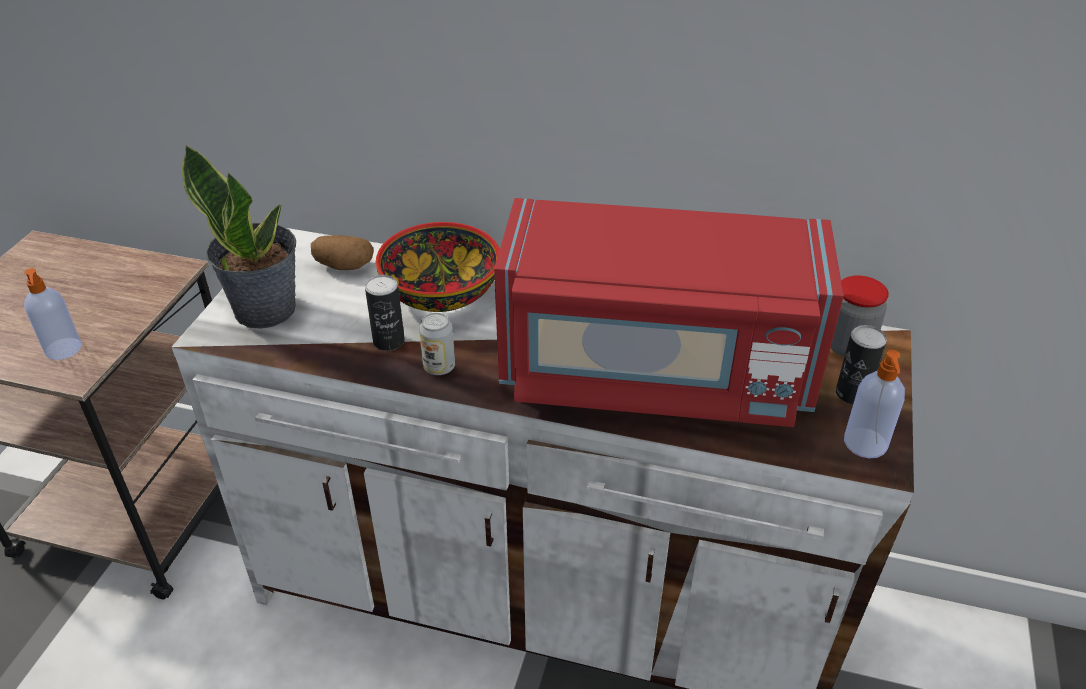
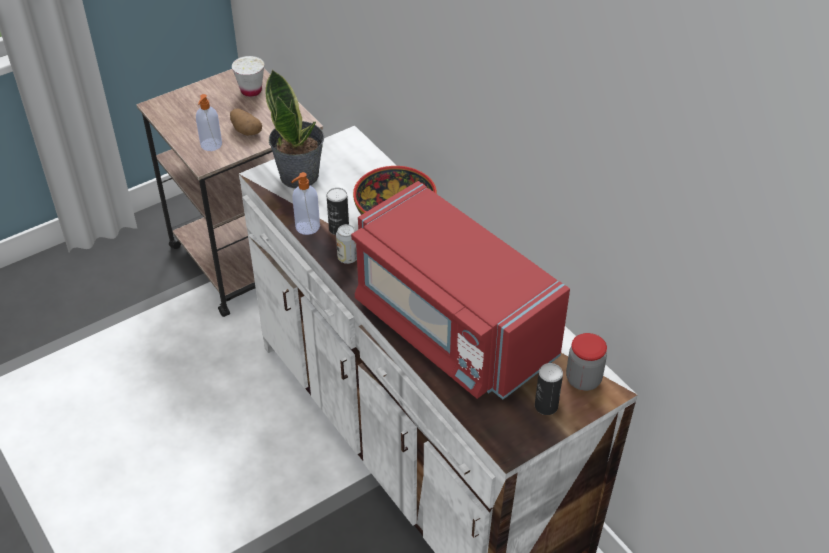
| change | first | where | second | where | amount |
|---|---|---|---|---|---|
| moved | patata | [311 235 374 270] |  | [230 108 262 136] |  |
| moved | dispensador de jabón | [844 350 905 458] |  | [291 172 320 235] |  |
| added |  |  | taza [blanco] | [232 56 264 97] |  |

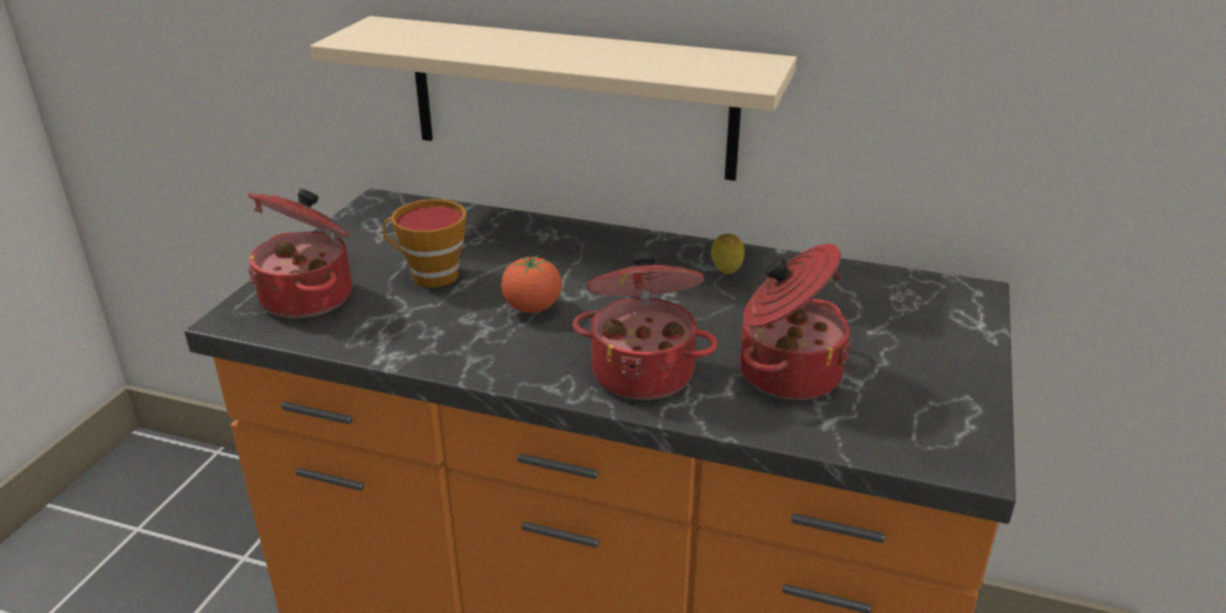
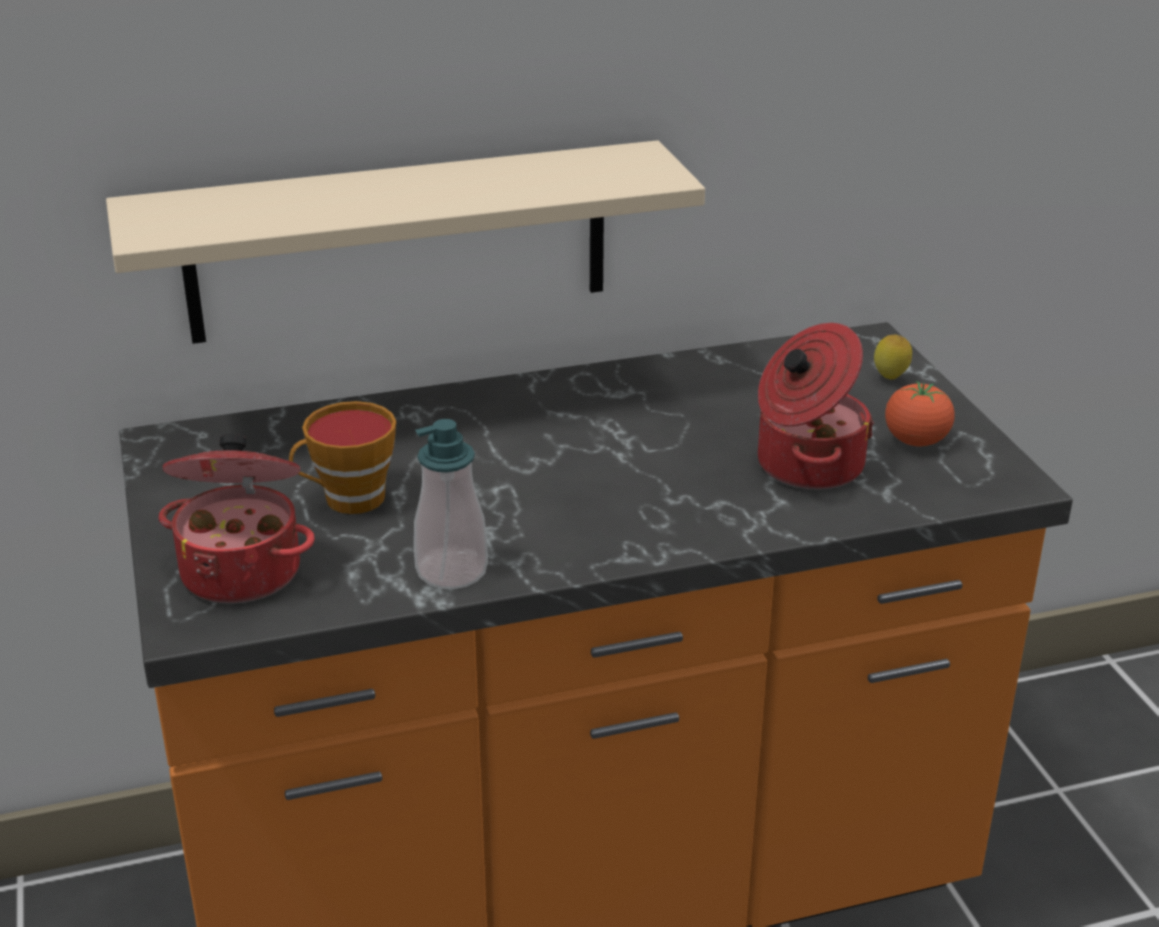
| change | first | where | second | where | amount |
|---|---|---|---|---|---|
| moved | tomate | [501 255 562 313] |  | [885 381 955 446] |  |
| removed | olla | [572 252 717 400] |  |  |  |
| moved | limón | [711 233 745 274] |  | [874 335 912 380] |  |
| added |  |  | dispensador de jabón | [414 419 488 589] |  |

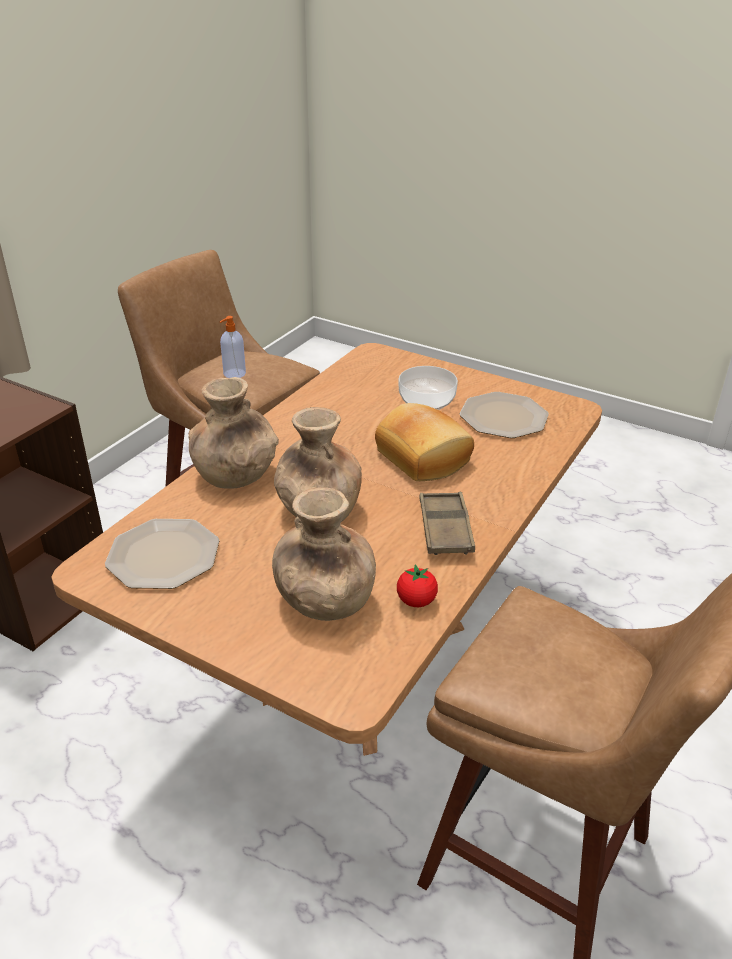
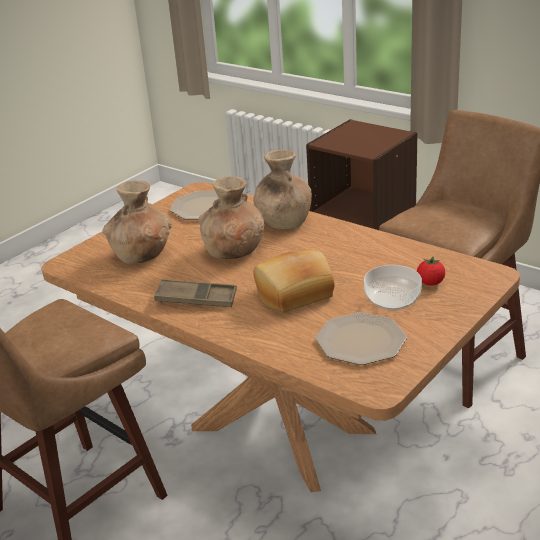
| change | first | where | second | where | amount |
|---|---|---|---|---|---|
| removed | dispensador de jabón | [220 316 246 378] |  |  |  |
| moved | tomate | [397 564 438 607] |  | [417 257 445 286] |  |

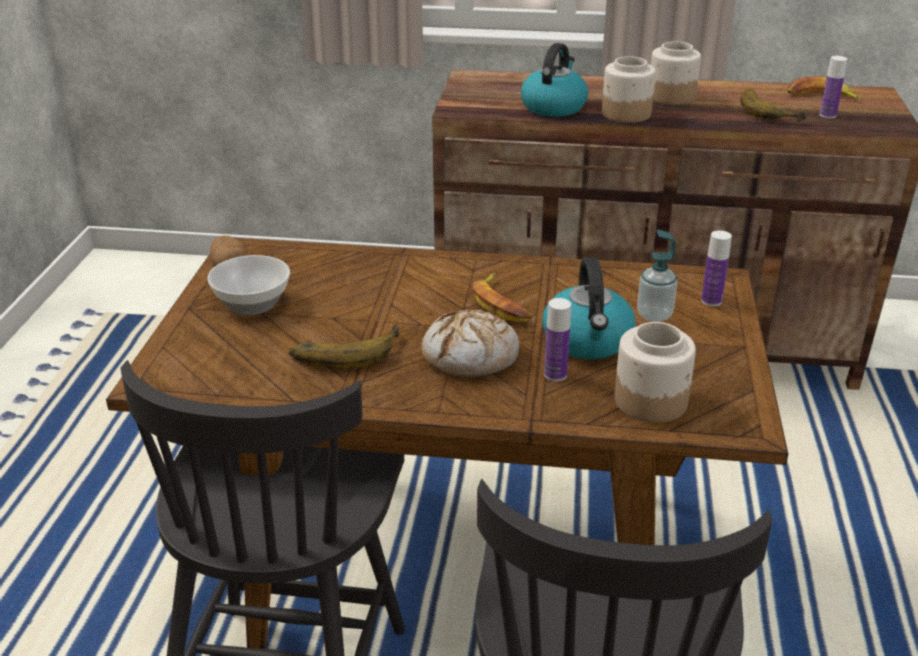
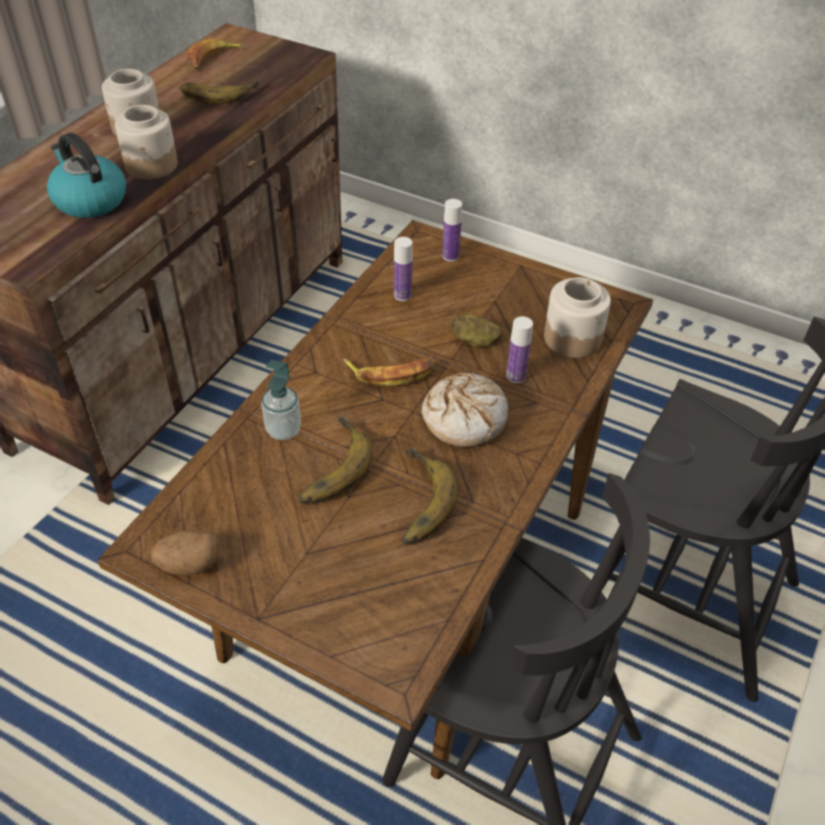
| change | first | where | second | where | amount |
|---|---|---|---|---|---|
| removed | cuenco | [207 255 290 315] |  |  |  |
| replaced | hervidor | [542 257 636 359] | patata | [451 313 502 347] |  |
| moved | dispensador de jabón | [637 230 677 322] |  | [261 360 301 440] |  |
| moved | botella | [820 56 847 119] |  | [394 237 413 301] |  |
| added |  |  | plátano | [299 417 373 503] |  |

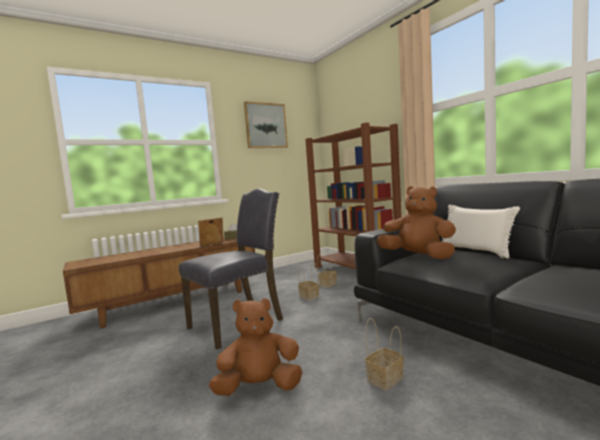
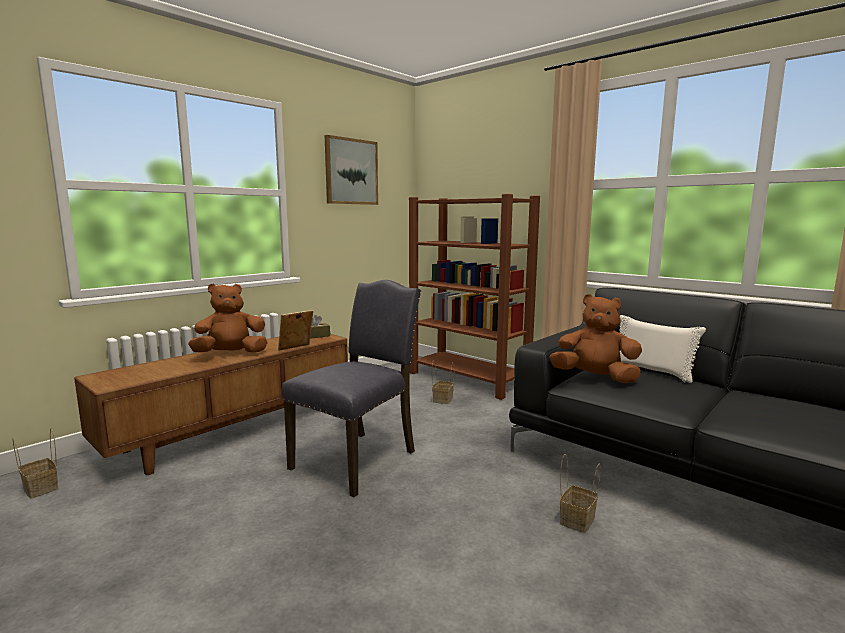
| change | first | where | second | where | amount |
|---|---|---|---|---|---|
| moved | peluche [marrón] | [209 298 303 396] |  | [188 284 268 353] |  |
| moved | cesta | [298 262 319 301] |  | [13 428 59 499] |  |

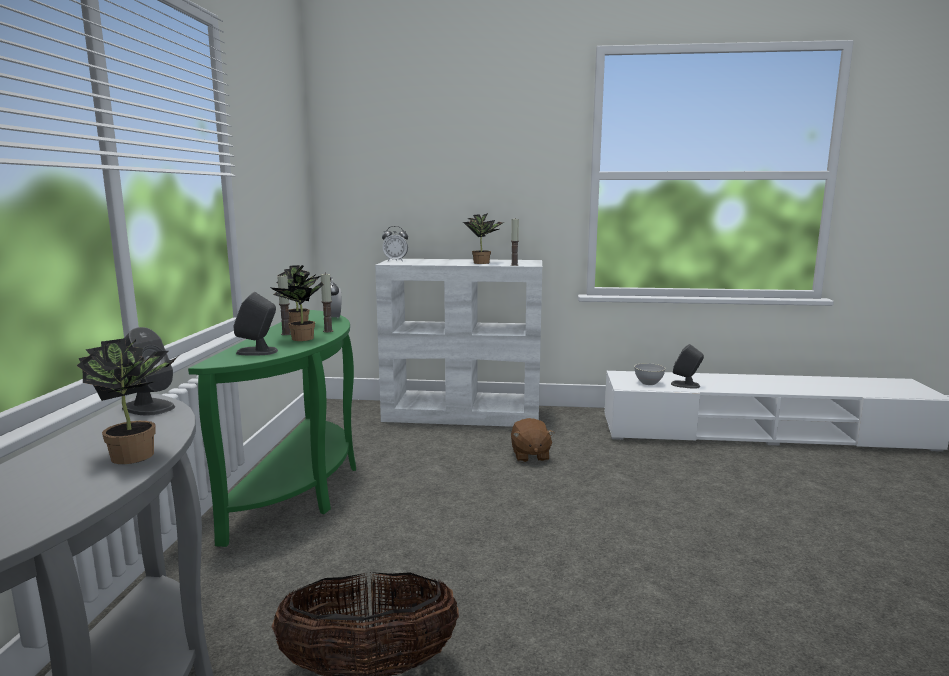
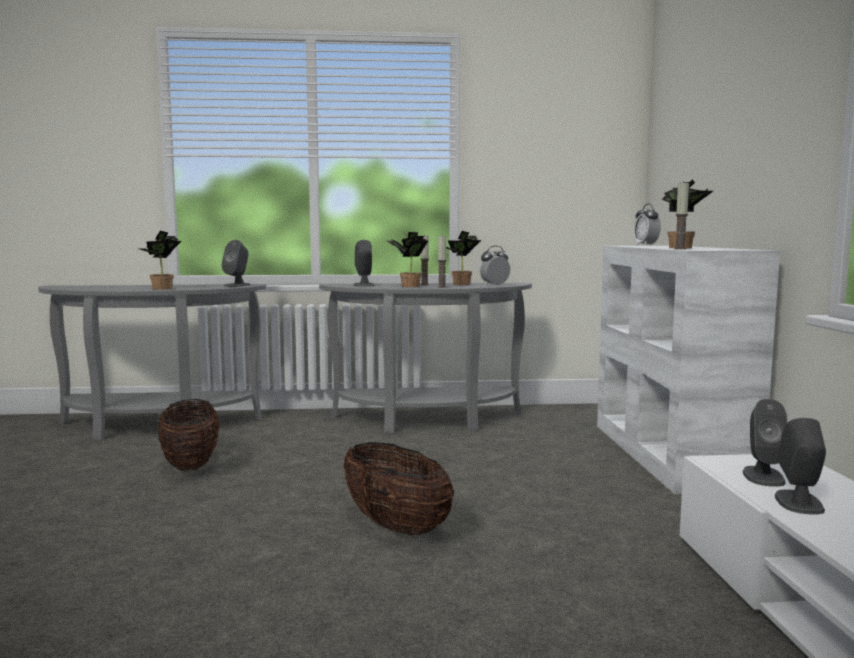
| change | first | where | second | where | amount |
|---|---|---|---|---|---|
| recoloured | mesa consola [verde] | [188 310 356 547] | mesa consola [gris] | [319 283 532 433] |  |
| removed | peluche [marrón] | [511 418 554 462] |  |  |  |
| replaced | cuenco [gris] | [634 363 665 385] | altavoz [gris] | [743 399 787 487] |  |
| added |  |  | cesta | [344 442 454 535] |  |

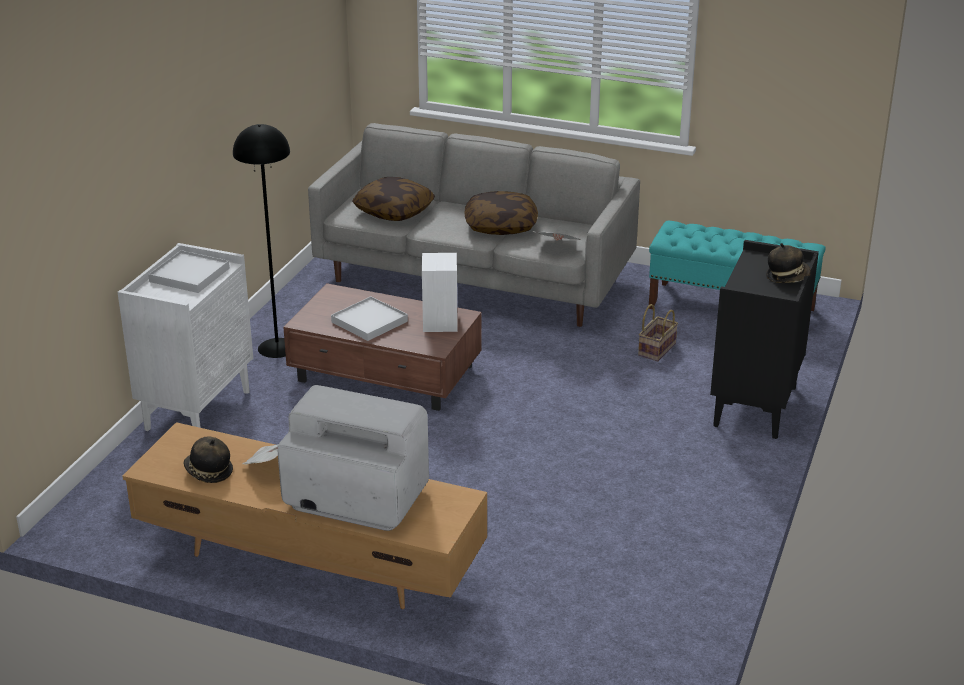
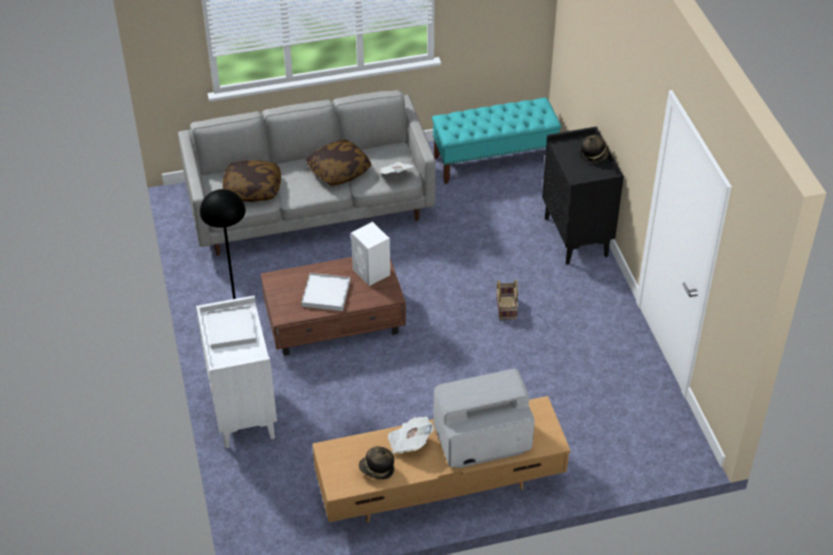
| change | first | where | second | where | amount |
|---|---|---|---|---|---|
| moved | cesta | [638 304 678 362] |  | [496 279 518 320] |  |

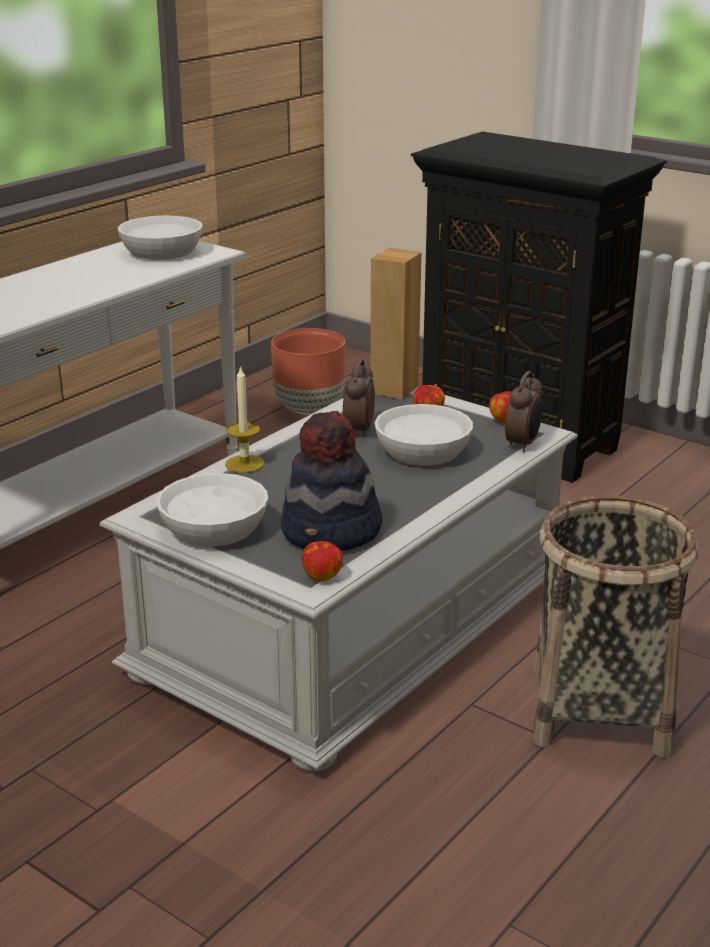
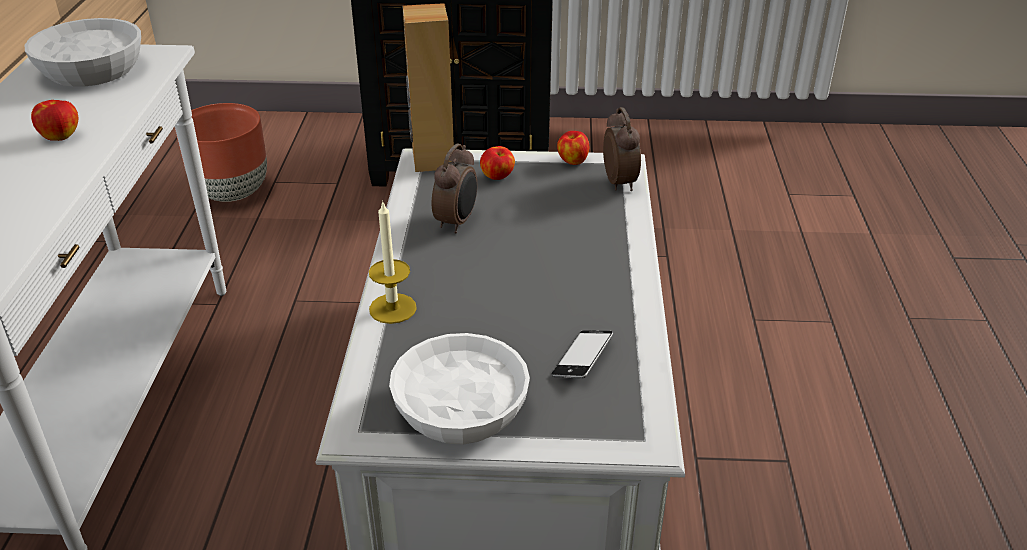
| change | first | where | second | where | amount |
|---|---|---|---|---|---|
| replaced | sombrero | [281 411 383 551] | móvil | [552 330 613 379] |  |
| moved | manzana | [302 541 343 581] |  | [31 100 78 141] |  |
| turned | despertador | [343 359 375 436] |  | [432 143 477 233] | 135 degrees counterclockwise |
| removed | cuenco [blanco] | [374 404 473 466] |  |  |  |
| removed | cesta | [532 495 698 758] |  |  |  |

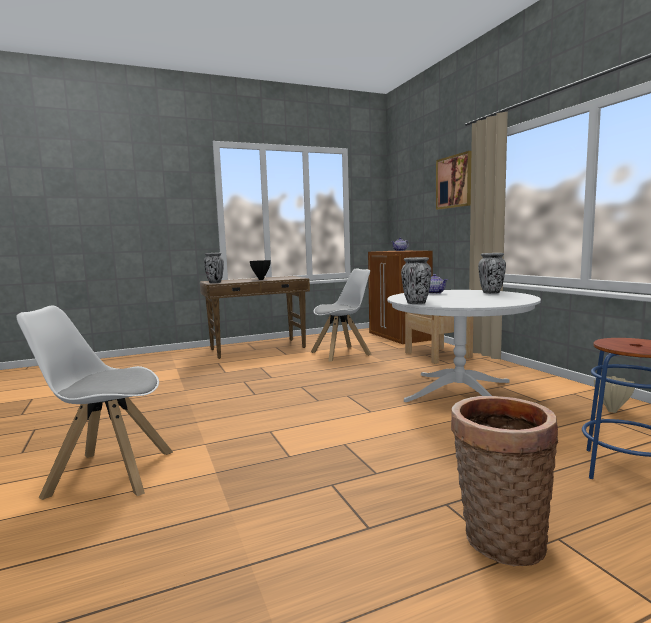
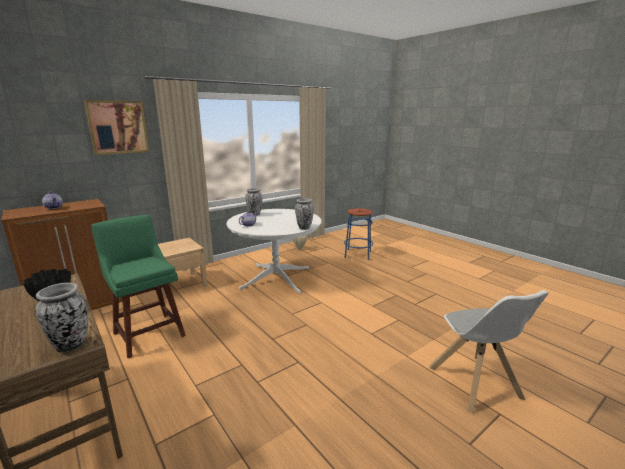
| change | first | where | second | where | amount |
|---|---|---|---|---|---|
| replaced | silla | [311 268 372 362] | taburete [verde] | [91 215 186 358] |  |
| removed | cesta | [451 396 558 566] |  |  |  |

